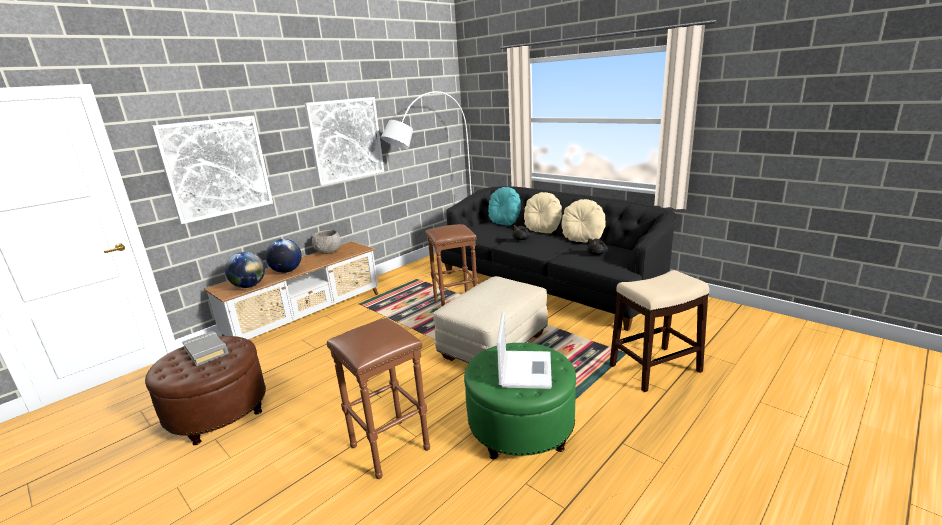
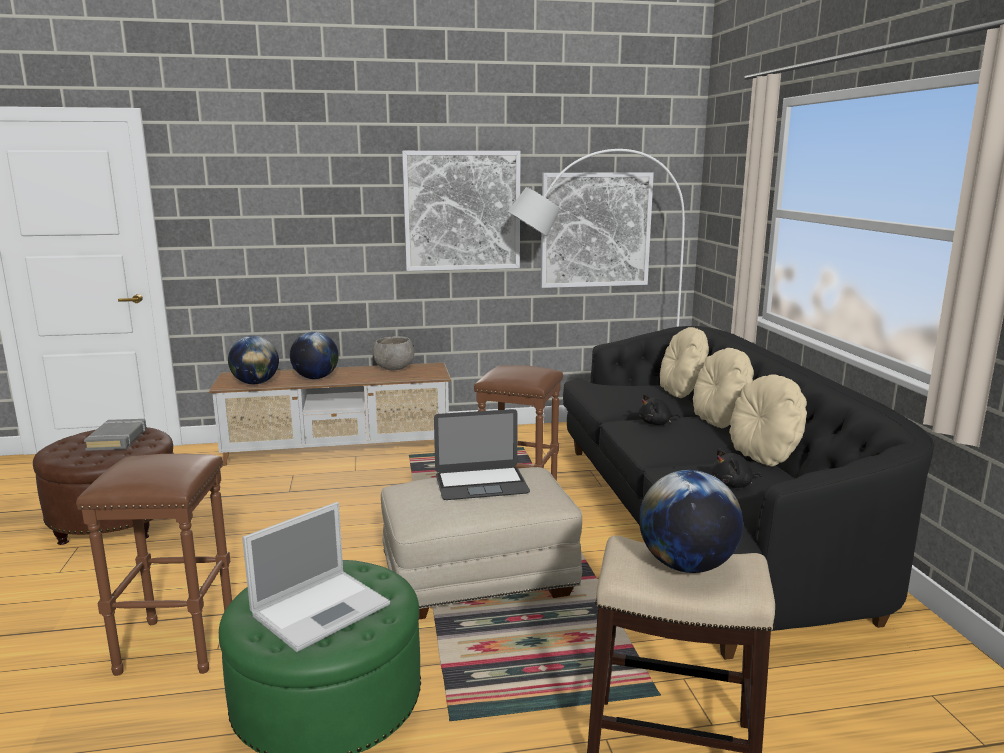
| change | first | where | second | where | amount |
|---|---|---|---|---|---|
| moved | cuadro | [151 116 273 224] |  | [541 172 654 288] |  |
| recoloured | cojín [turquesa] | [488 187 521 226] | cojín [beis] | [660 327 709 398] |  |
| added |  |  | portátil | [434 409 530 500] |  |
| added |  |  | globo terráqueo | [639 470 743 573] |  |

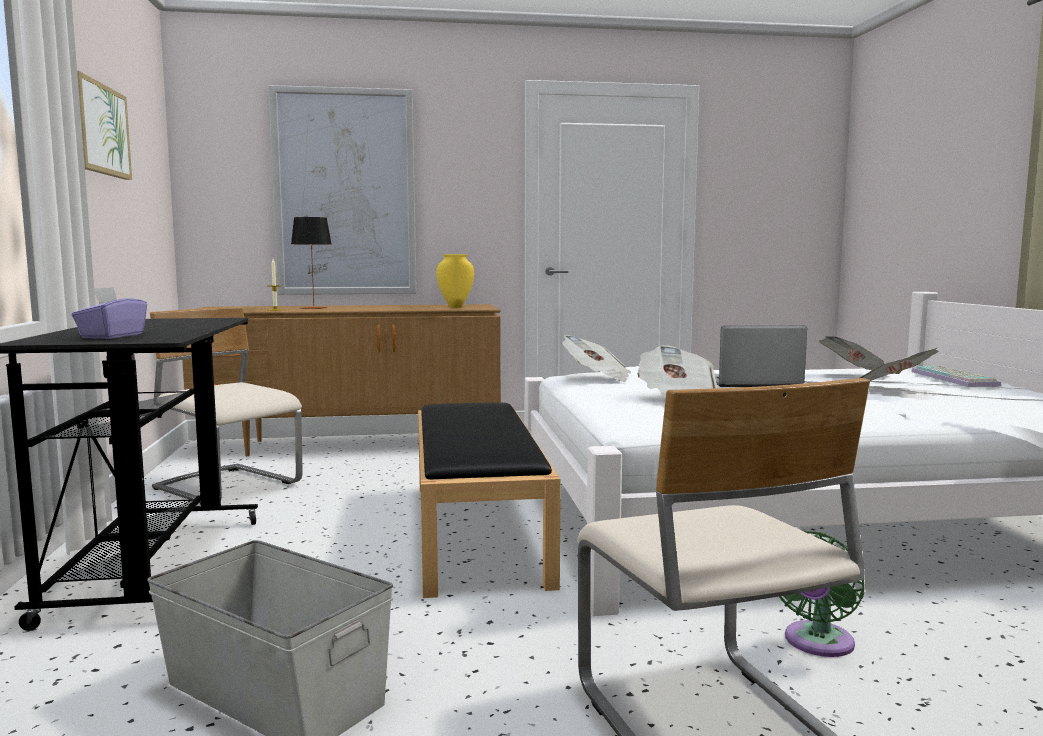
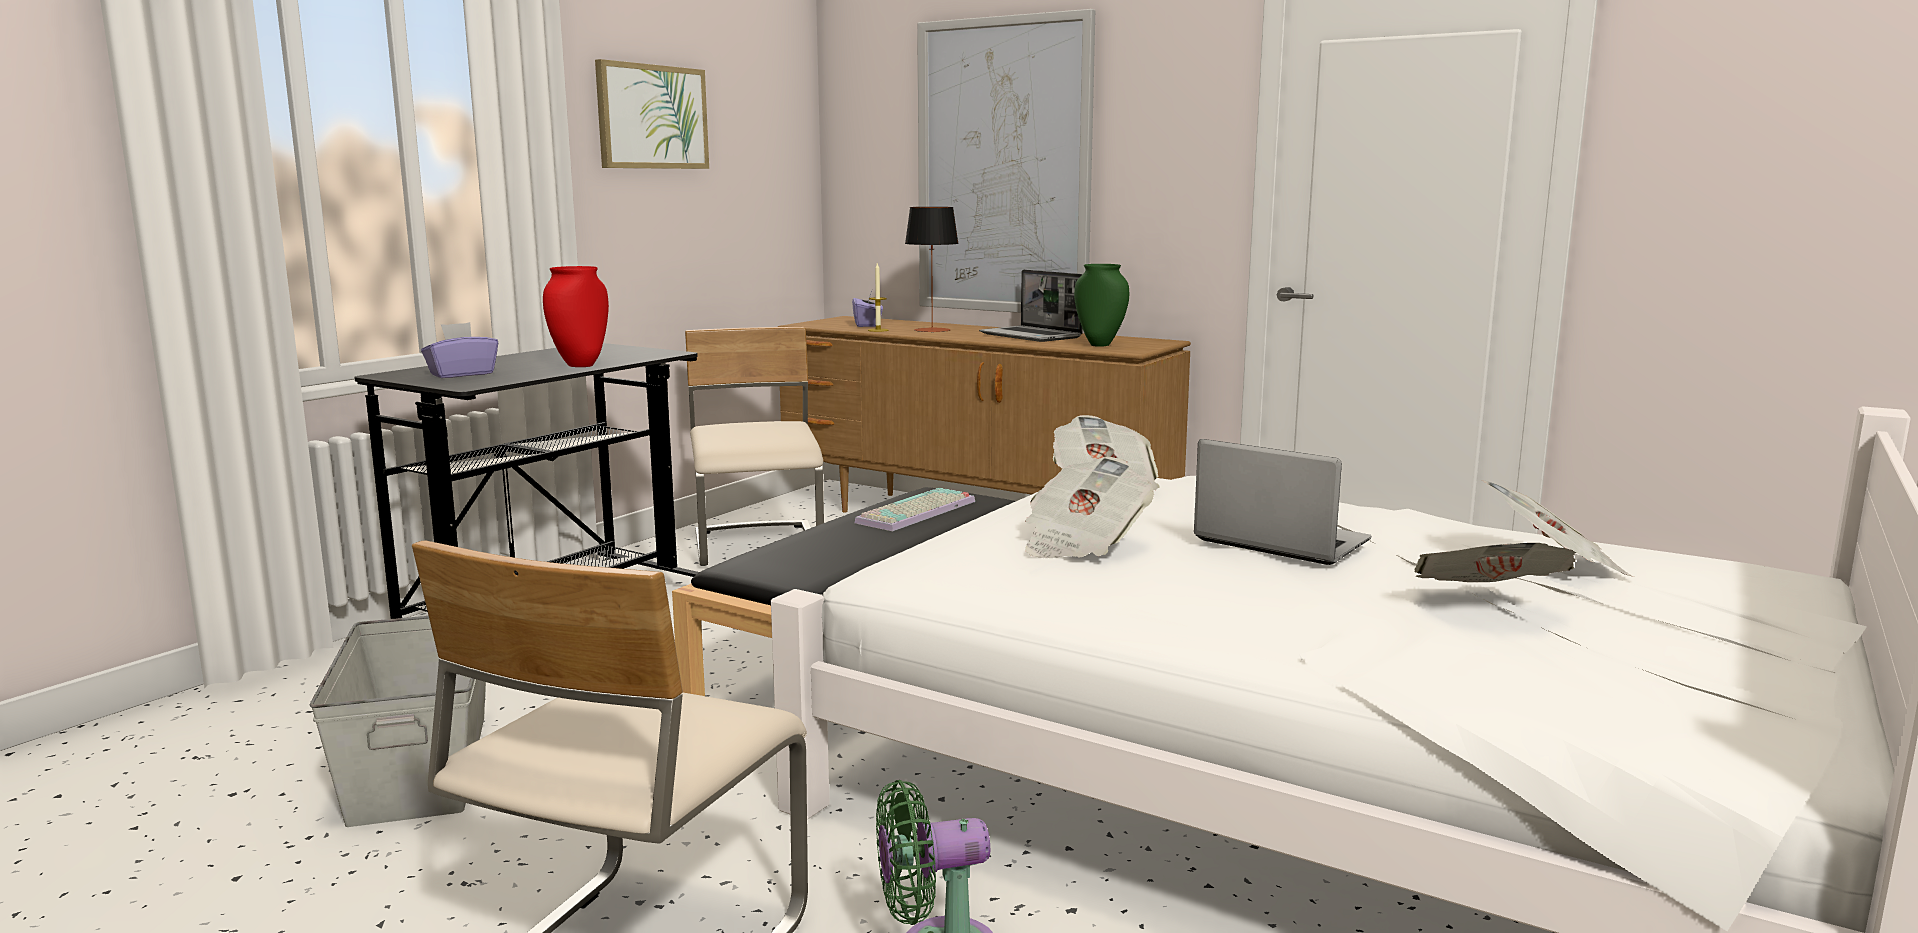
| change | first | where | second | where | amount |
|---|---|---|---|---|---|
| recoloured | florero [amarillo] | [436 254 474 308] | florero [verde] | [1074 264 1129 347] |  |
| moved | teclado | [911 366 1002 387] |  | [855 488 975 531] |  |
| added |  |  | florero [rojo] | [543 266 609 367] |  |
| added |  |  | caja de pañuelos [morado] | [852 291 883 327] |  |
| added |  |  | portátil | [979 269 1083 342] |  |

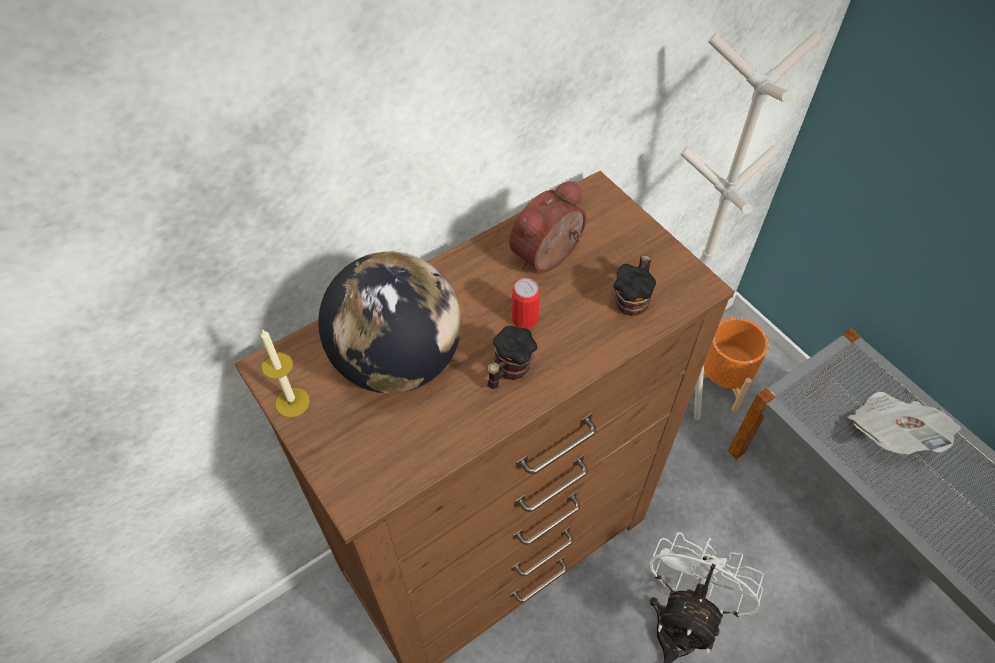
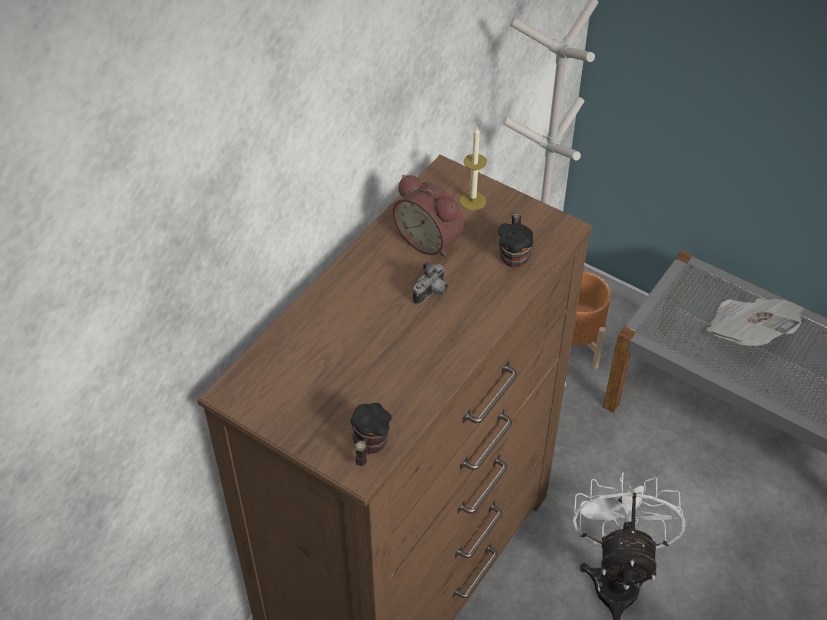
| change | first | where | second | where | amount |
|---|---|---|---|---|---|
| moved | vela | [261 329 310 418] |  | [460 127 487 210] |  |
| removed | globo terráqueo | [318 252 462 394] |  |  |  |
| moved | taza grande | [487 326 538 389] |  | [351 403 392 466] |  |
| turned | despertador | [509 180 586 272] |  | [393 175 464 257] | 75 degrees counterclockwise |
| replaced | lata | [512 278 540 329] | cámara | [413 261 448 305] |  |

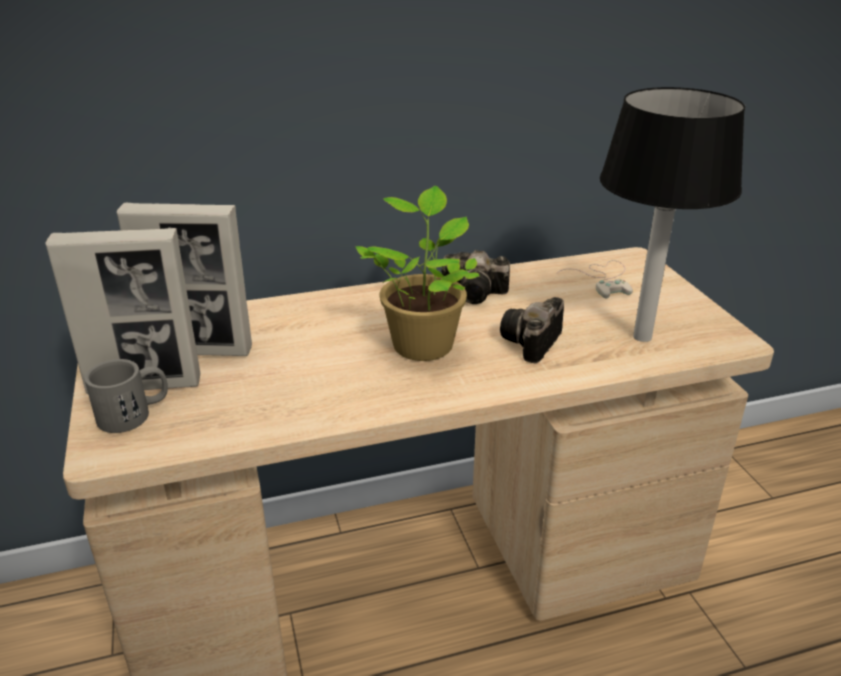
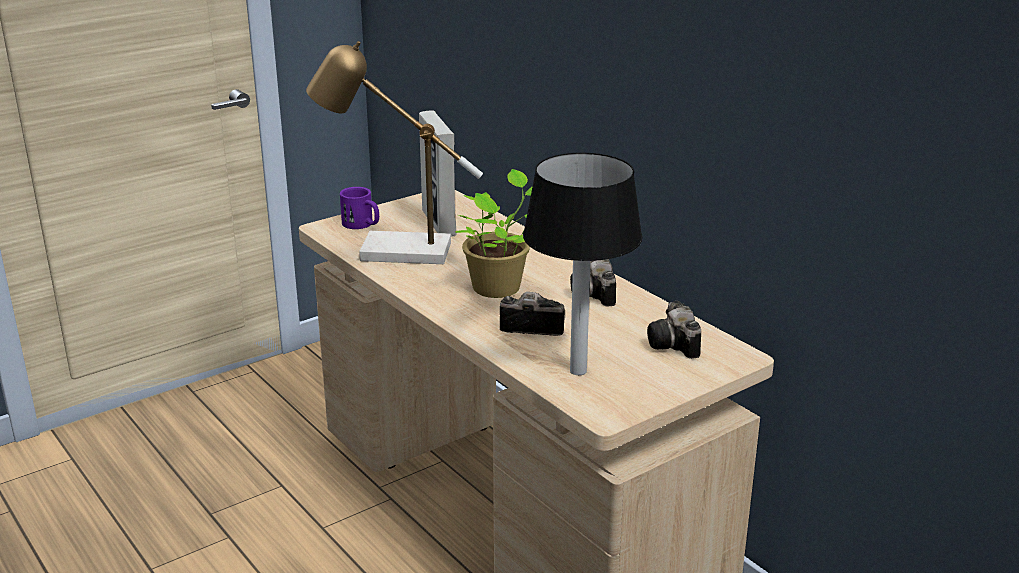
| change | first | where | second | where | amount |
|---|---|---|---|---|---|
| removed | portarretratos | [45 228 200 394] |  |  |  |
| recoloured | taza grande [gris] | [84 359 168 433] | taza grande [morado] | [340 187 379 229] |  |
| replaced | mando de consola [blanco] | [557 260 633 298] | cámara | [647 301 701 359] |  |
| added |  |  | lámpara de mesa | [306 41 483 264] |  |

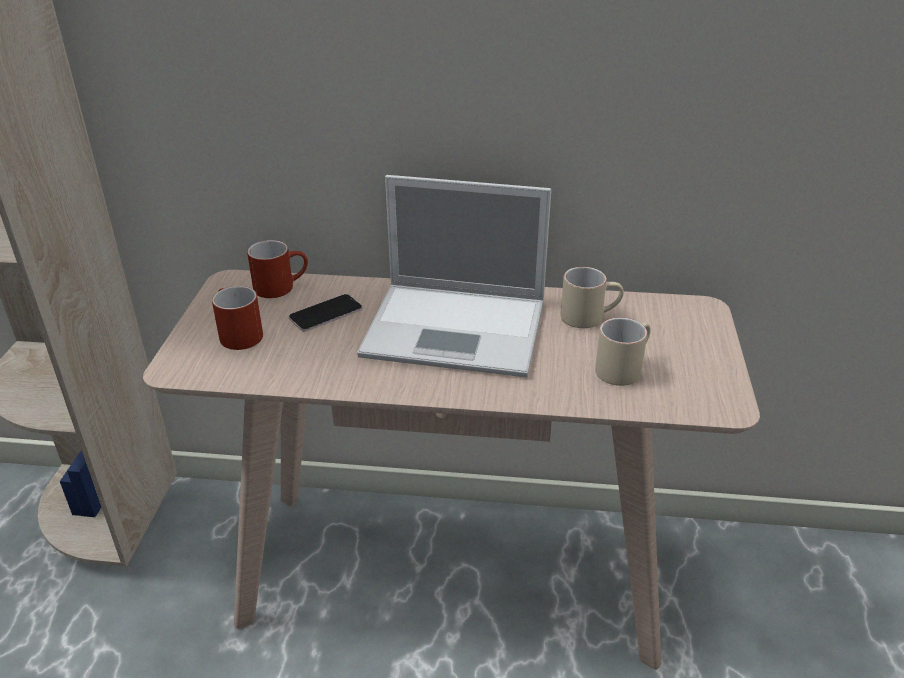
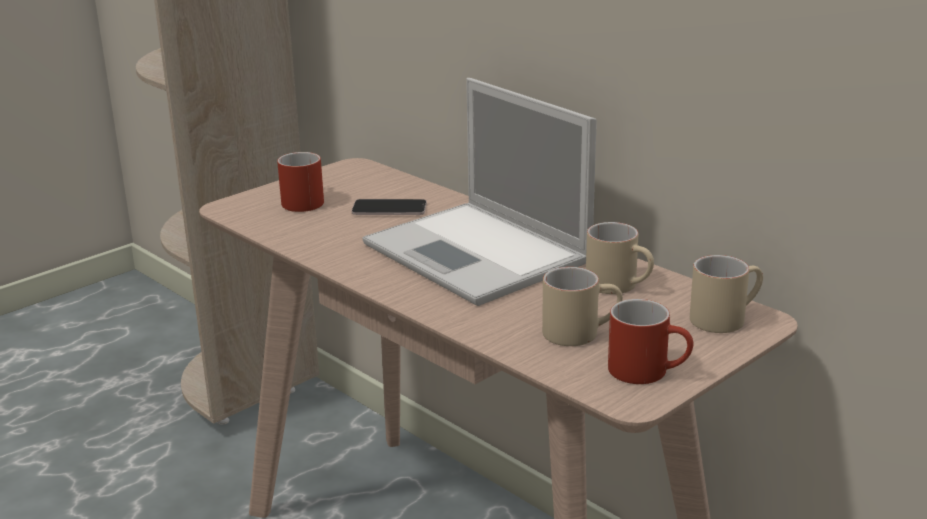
| change | first | where | second | where | amount |
|---|---|---|---|---|---|
| moved | taza grande [rojo] | [247 240 308 298] |  | [608 299 693 384] |  |
| added |  |  | taza grande [beis] | [690 255 763 333] |  |

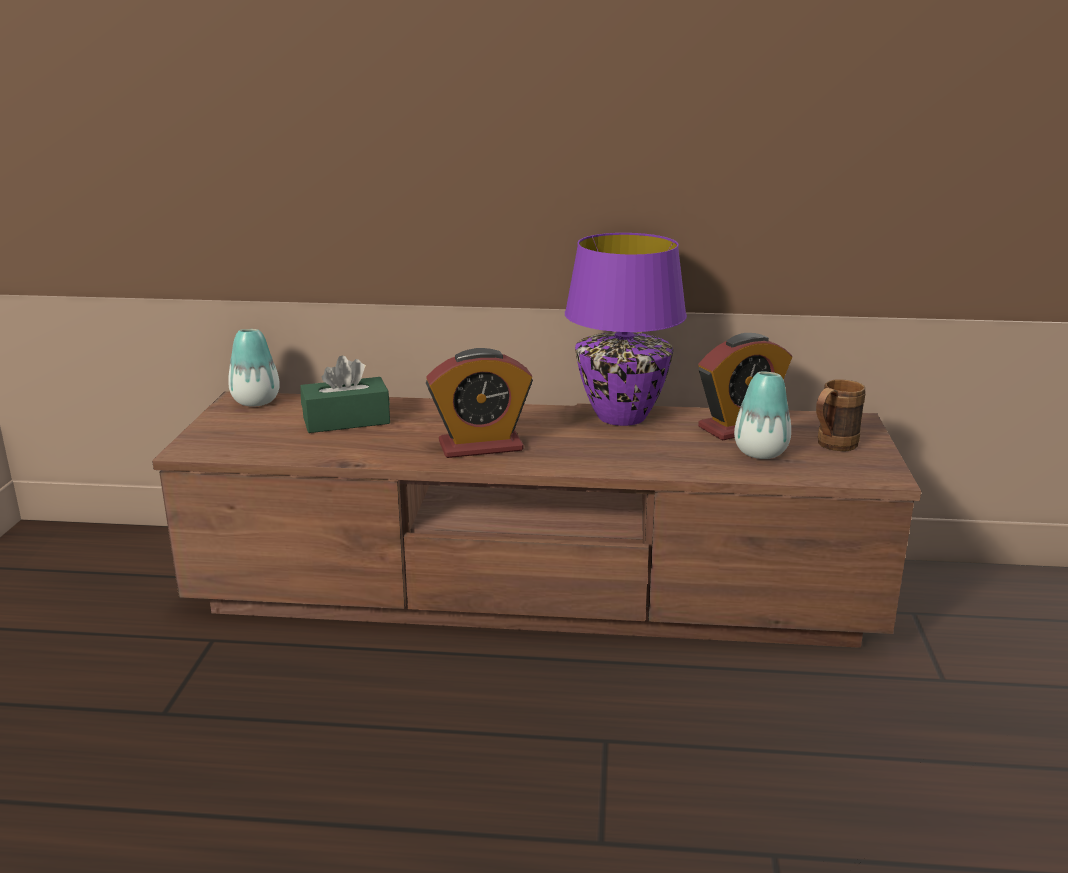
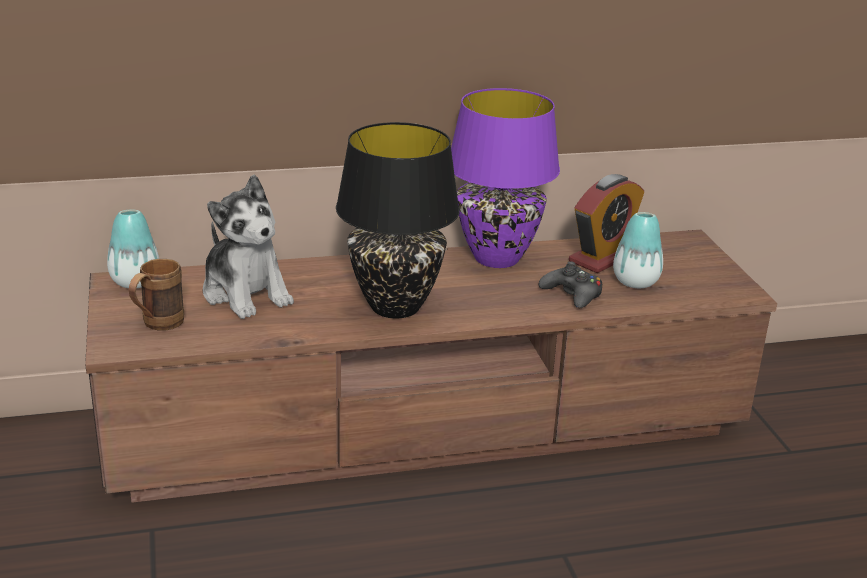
| change | first | where | second | where | amount |
|---|---|---|---|---|---|
| replaced | caja de pañuelos [verde] | [300 356 390 433] | peluche | [203 174 294 319] |  |
| replaced | despertador | [426 348 533 458] | lámpara de mesa [negro] | [336 122 460 319] |  |
| moved | taza grande [marrón] | [816 379 866 451] |  | [129 259 184 330] |  |
| added |  |  | mando de consola [negro] | [539 261 602 308] |  |

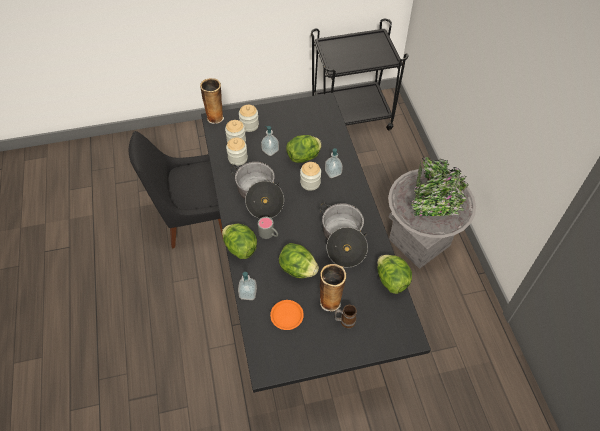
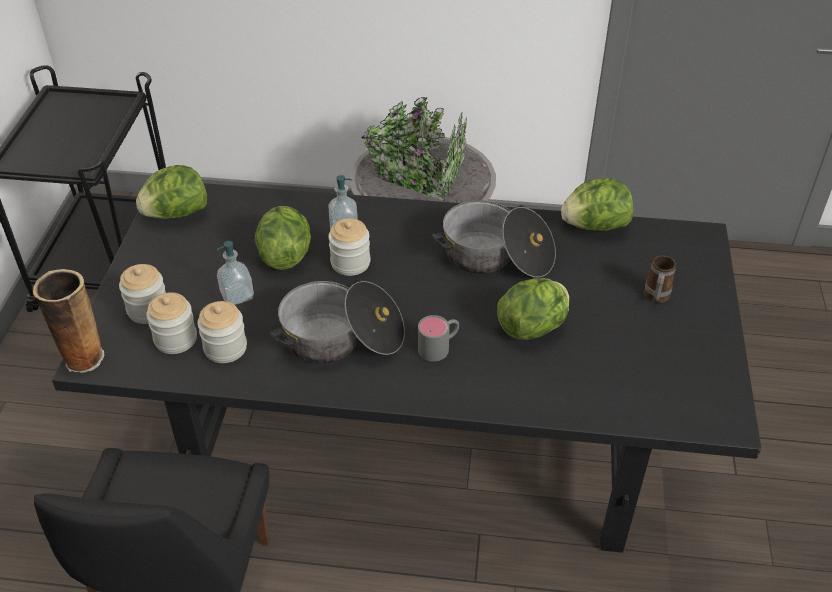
| change | first | where | second | where | amount |
|---|---|---|---|---|---|
| moved | lechuga | [222 224 257 259] |  | [136 165 207 219] |  |
| removed | dispensador de jabón | [238 272 257 300] |  |  |  |
| removed | plato [naranja] | [270 300 304 330] |  |  |  |
| removed | florero | [320 264 346 312] |  |  |  |

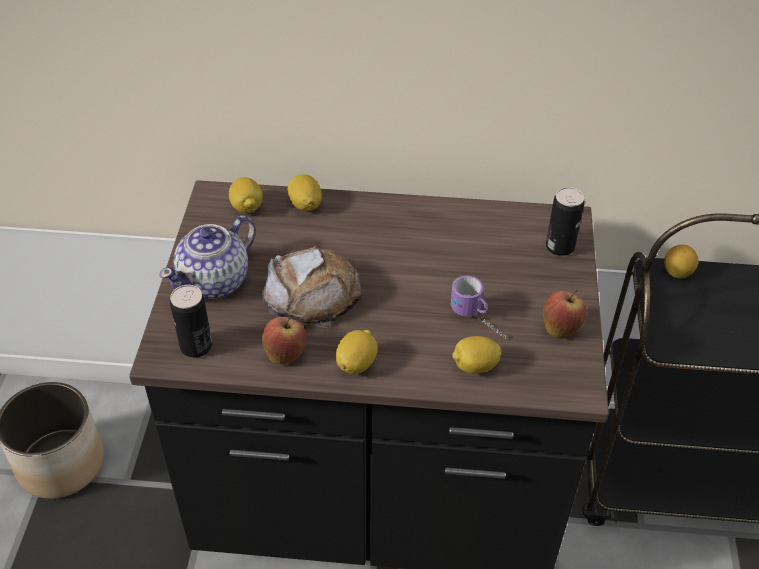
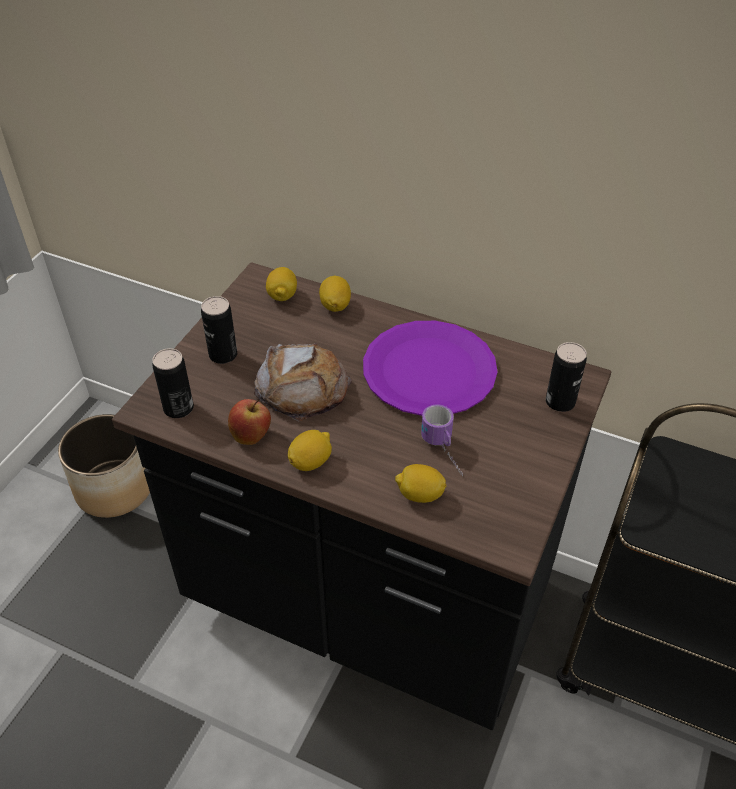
| change | first | where | second | where | amount |
|---|---|---|---|---|---|
| replaced | tetera | [159 215 256 298] | lata | [201 296 237 364] |  |
| removed | manzana | [543 290 587 337] |  |  |  |
| removed | limón | [664 245 699 279] |  |  |  |
| added |  |  | plato [morado] | [363 321 498 416] |  |

